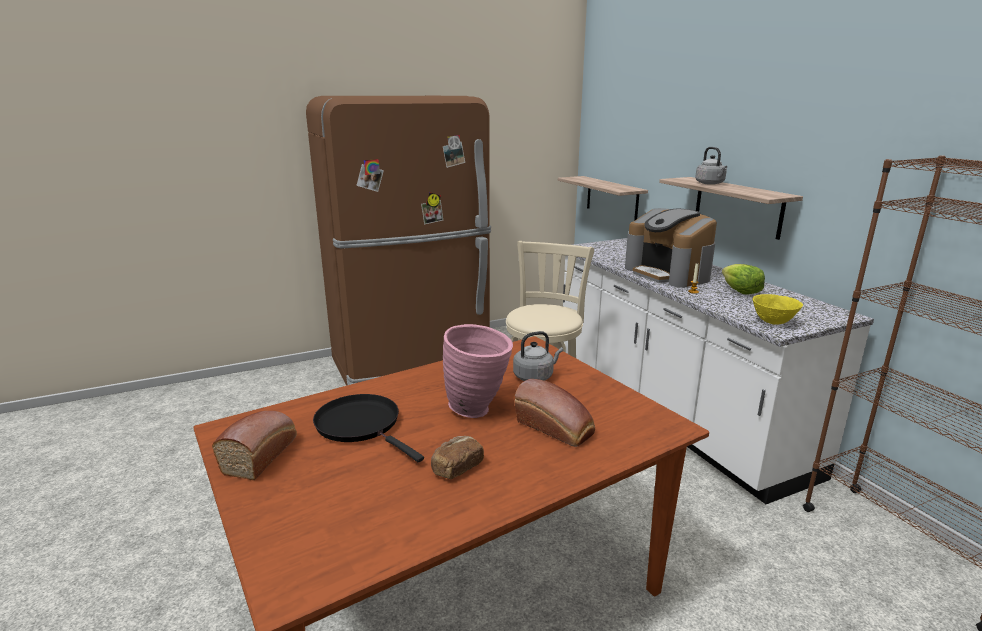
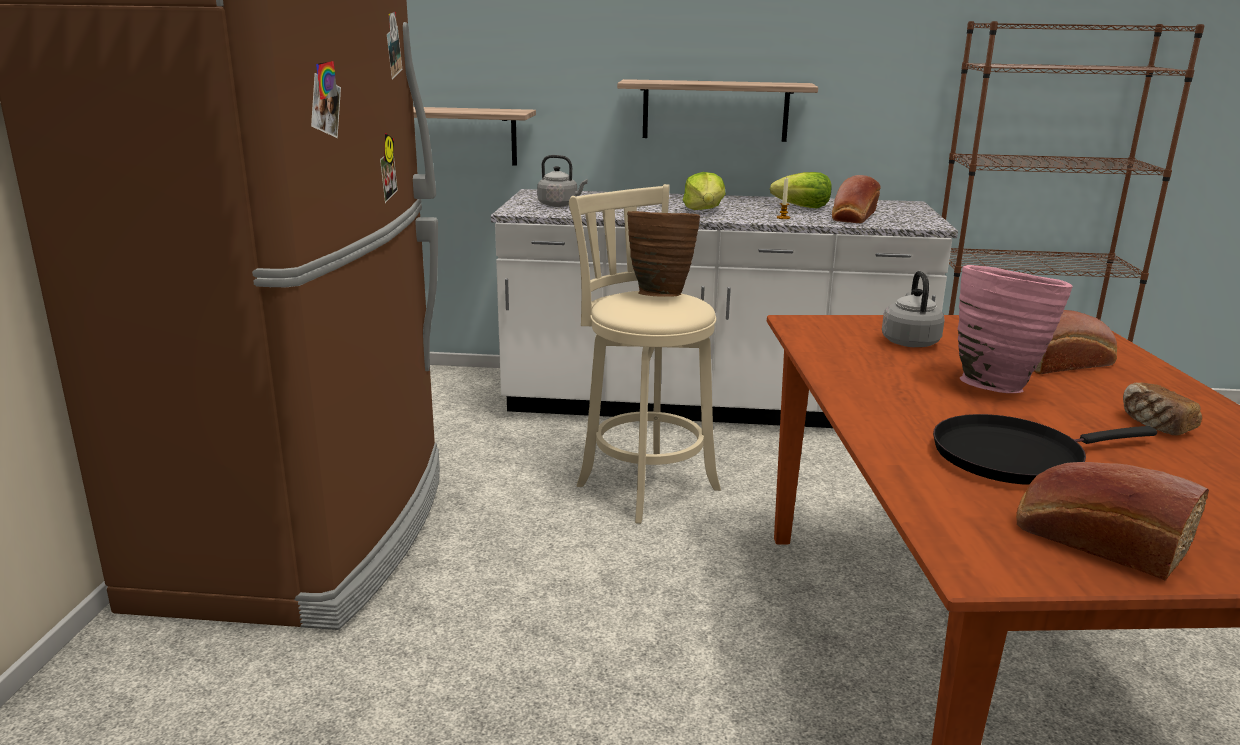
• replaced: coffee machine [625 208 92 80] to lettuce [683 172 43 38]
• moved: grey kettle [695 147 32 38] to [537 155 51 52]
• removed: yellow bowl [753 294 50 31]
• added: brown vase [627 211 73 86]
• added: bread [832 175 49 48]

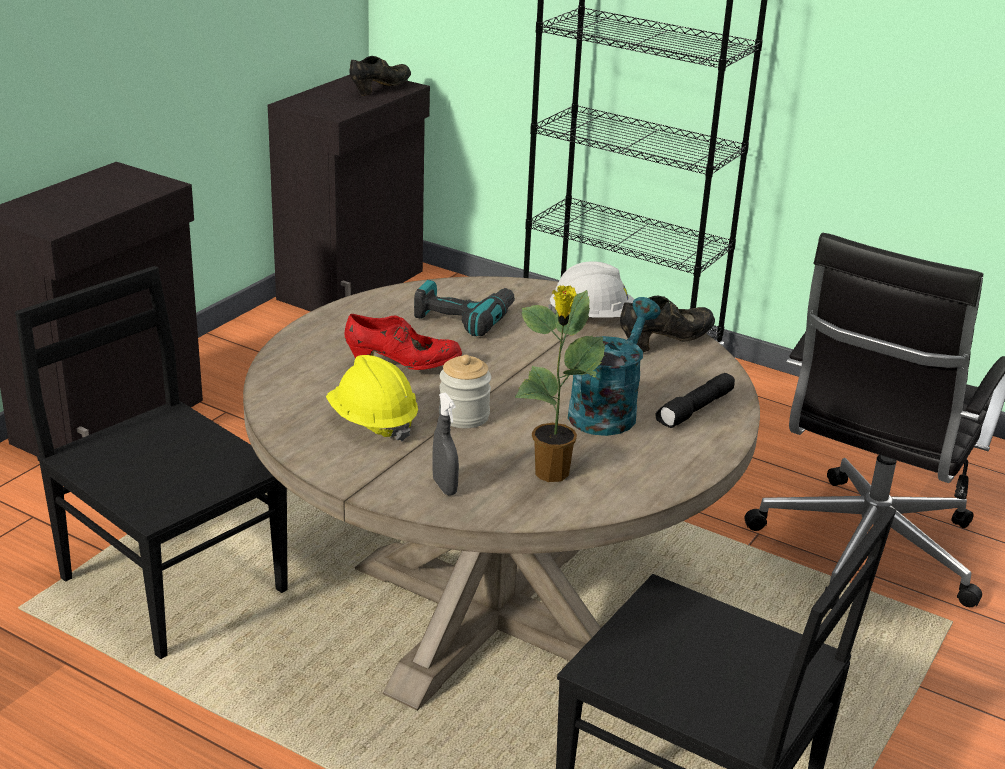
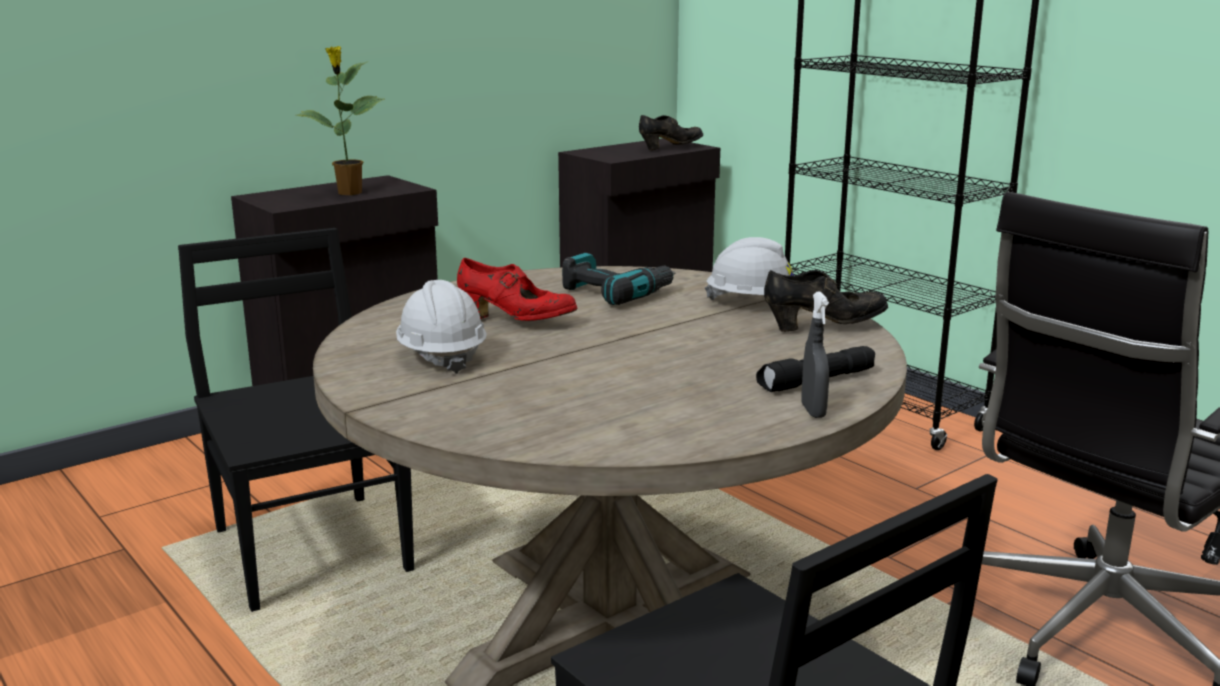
• recoloured: yellow hard hat [326 355 92 86] to white hard hat [396 280 91 94]
• moved: grey spray bottle [433 392 26 103] to [801 292 28 126]
• removed: jar [439 355 52 73]
• moved: potted plant [515 286 90 196] to [295 46 90 149]
• removed: turquoise watering can [568 297 93 139]

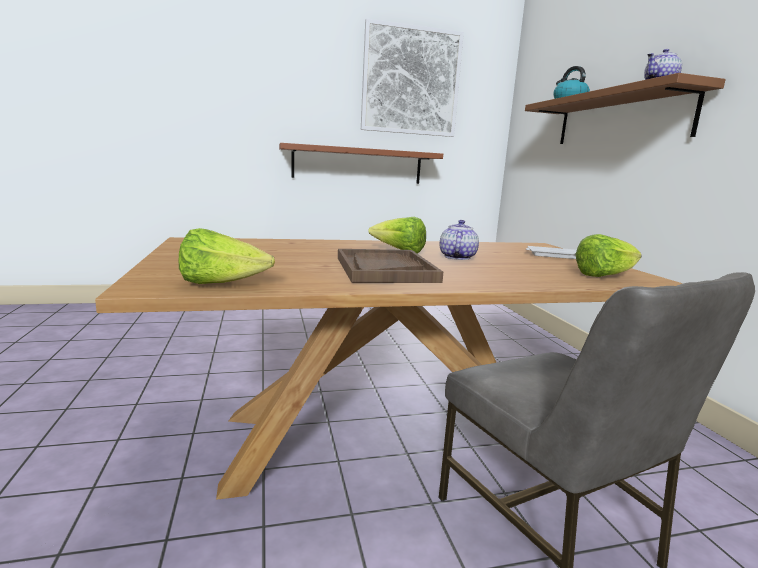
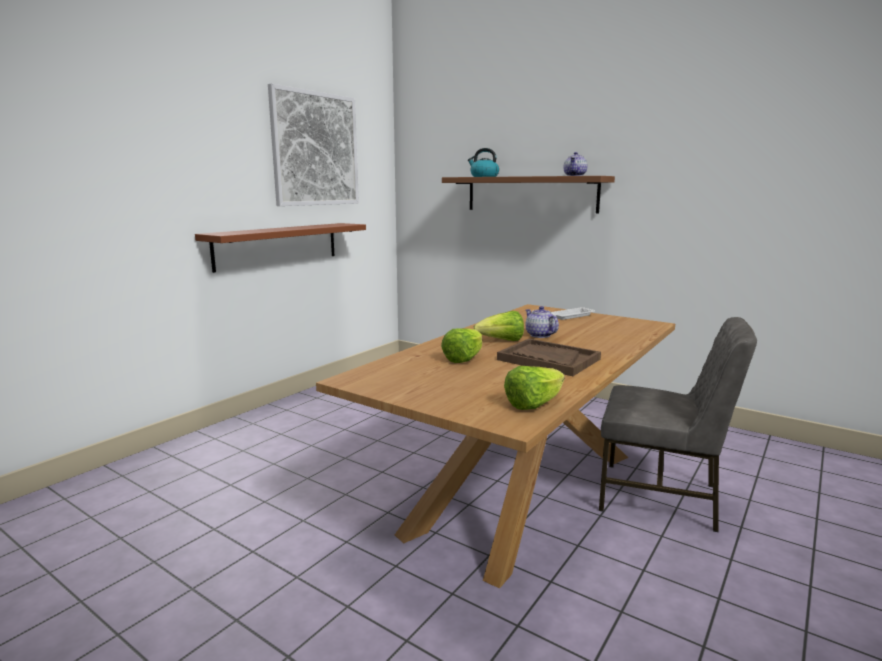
• moved: lettuce [576 234 66 43] to [441 328 41 35]

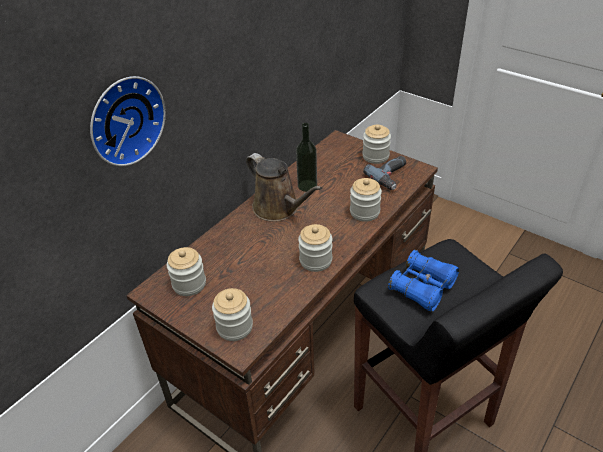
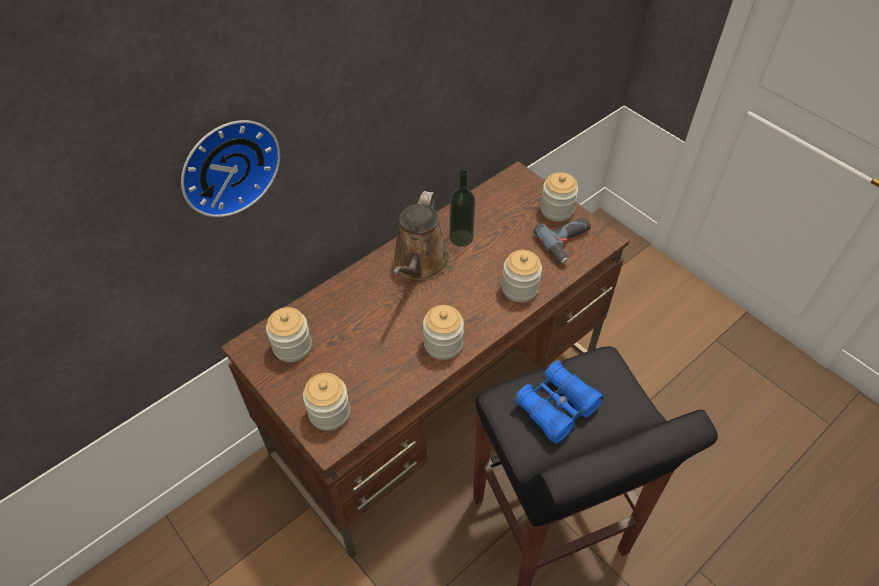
• turned: brown watering can [246 153 76 69] = [392 191 58 89] 45 degrees clockwise

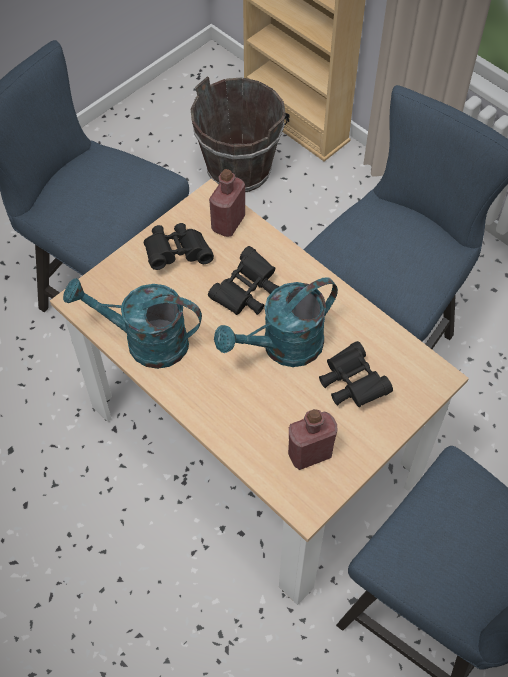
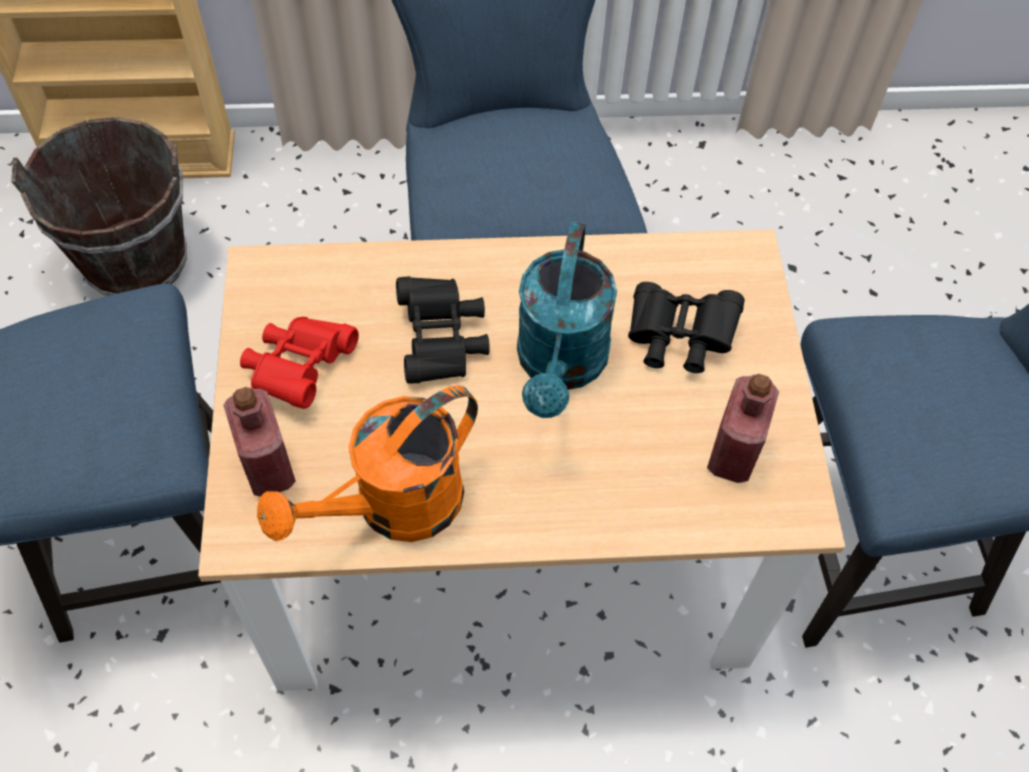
• recoloured: turquoise watering can [63 278 139 91] to orange watering can [257 385 221 157]
• recoloured: black binoculars [144 223 70 47] to red binoculars [240 317 119 92]
• moved: red bottle [209 169 36 68] to [223 387 73 110]

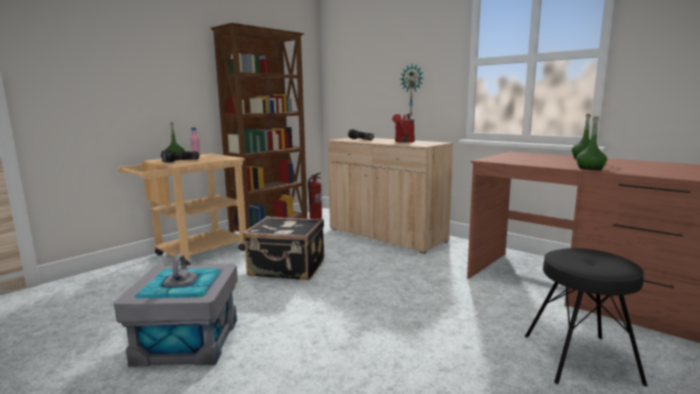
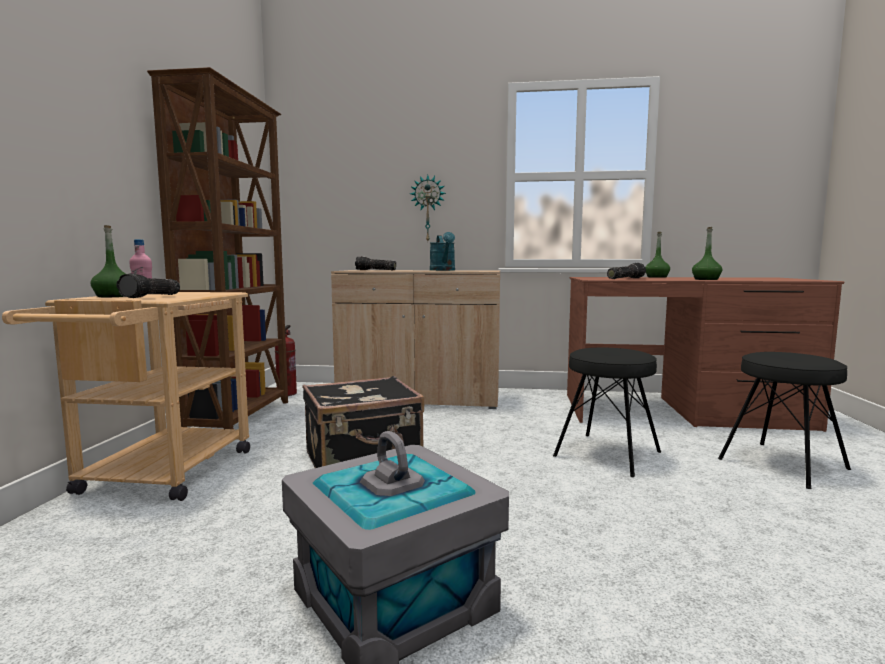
• recoloured: red watering can [392 114 23 29] to turquoise watering can [430 232 25 39]
• added: black stool [553 348 108 129]
• added: flashlight [607 263 39 16]

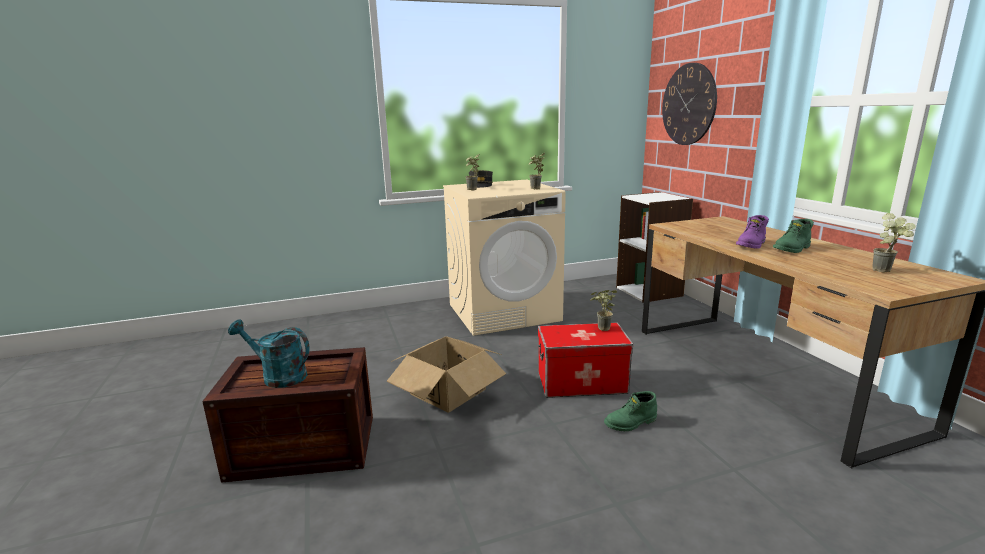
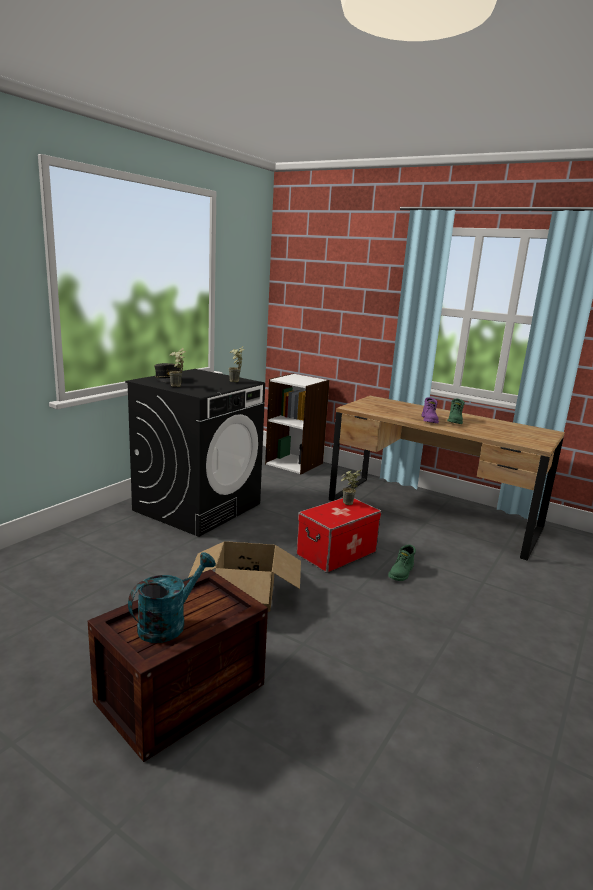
• turned: turquoise watering can [228 319 82 69] = [128 552 88 91] 150 degrees clockwise
• recoloured: beige washing machine [443 180 123 156] to black washing machine [125 369 140 168]
• removed: wall clock [662 63 55 82]
• removed: potted plant [872 213 43 59]

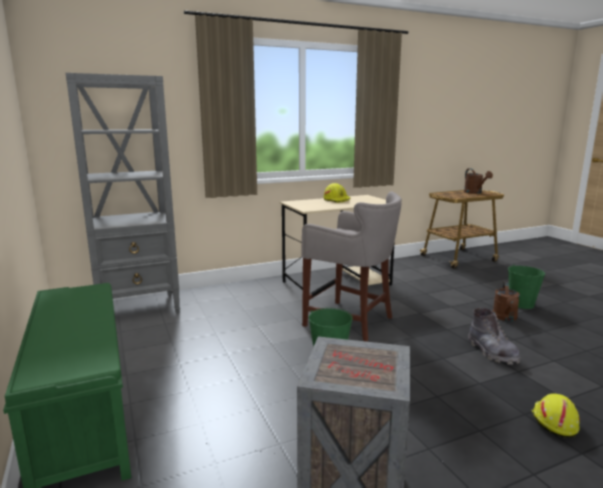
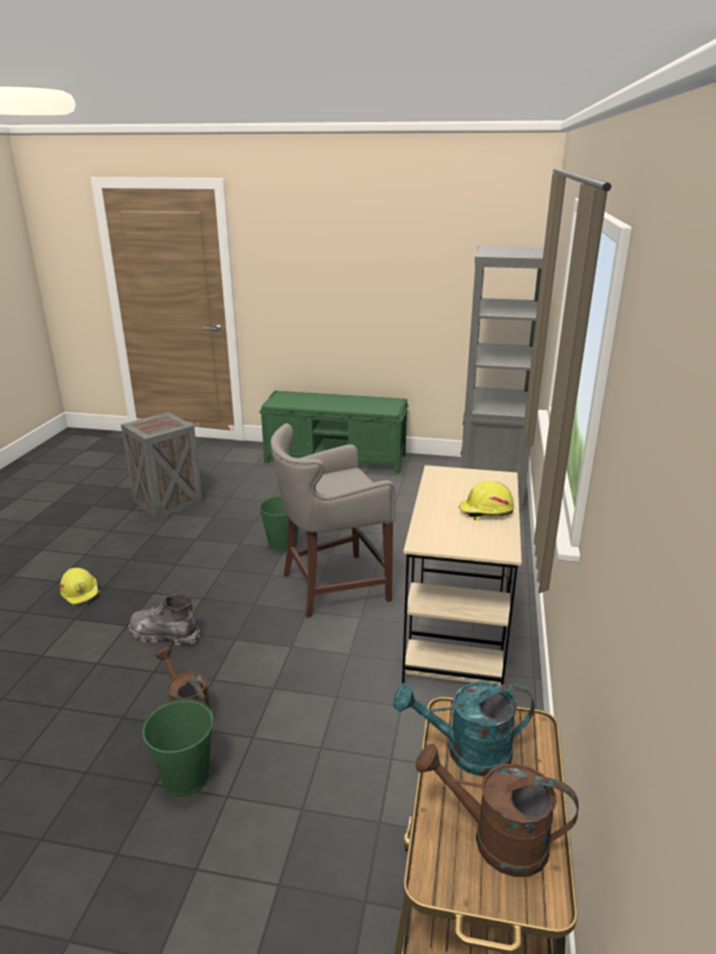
• added: turquoise watering can [393 682 142 94]

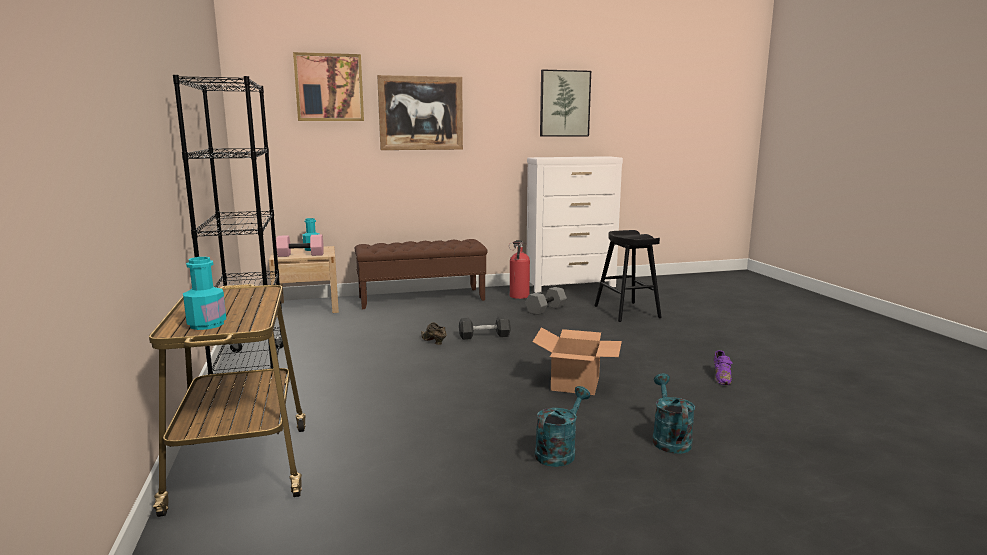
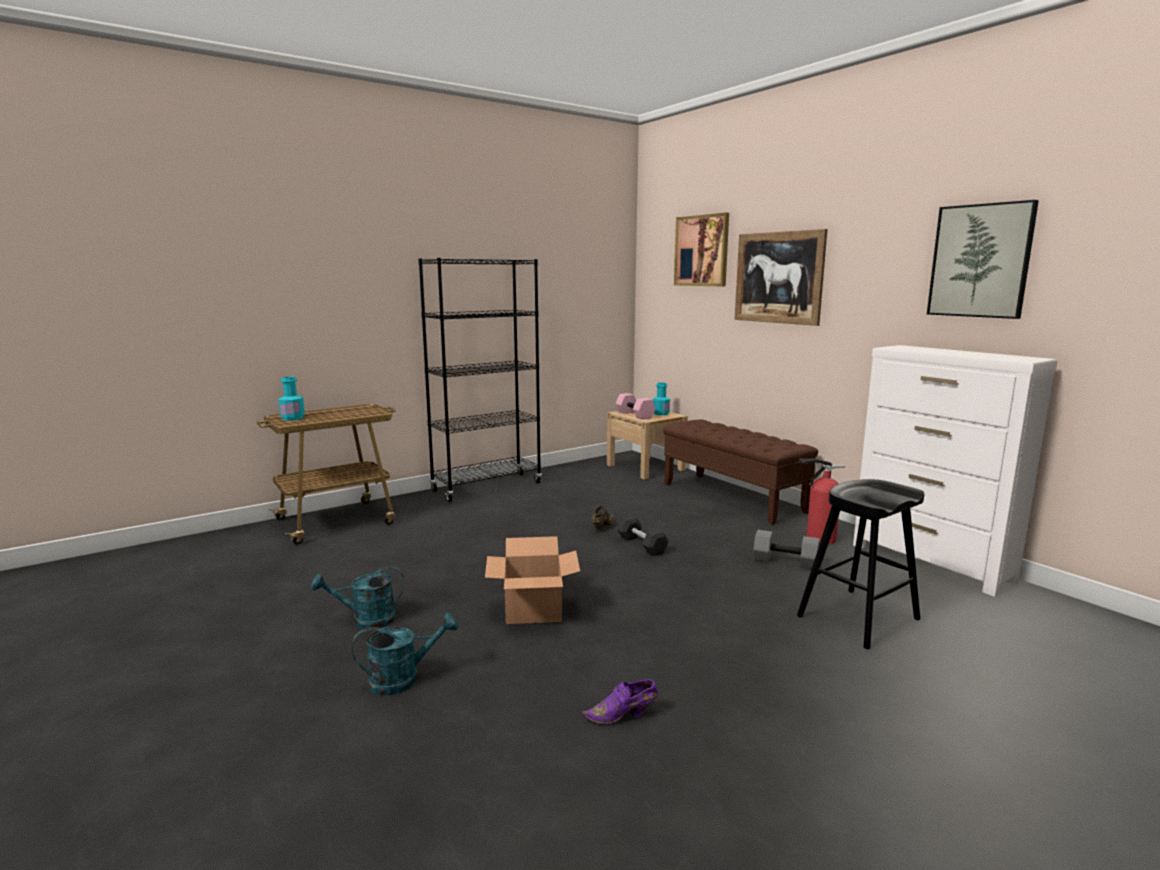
• turned: turquoise watering can [535 386 55 81] = [311 567 93 62] 150 degrees clockwise

